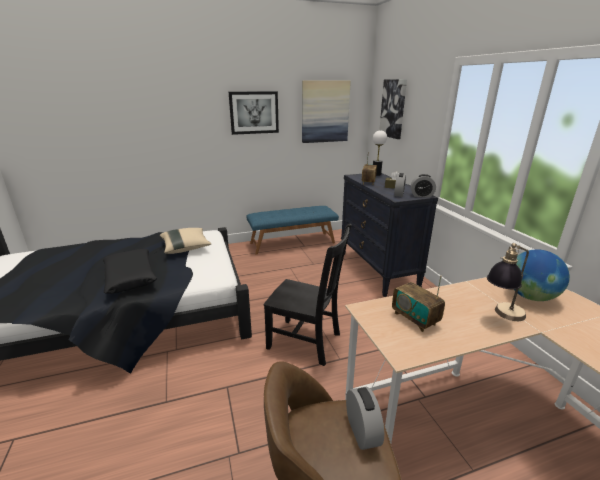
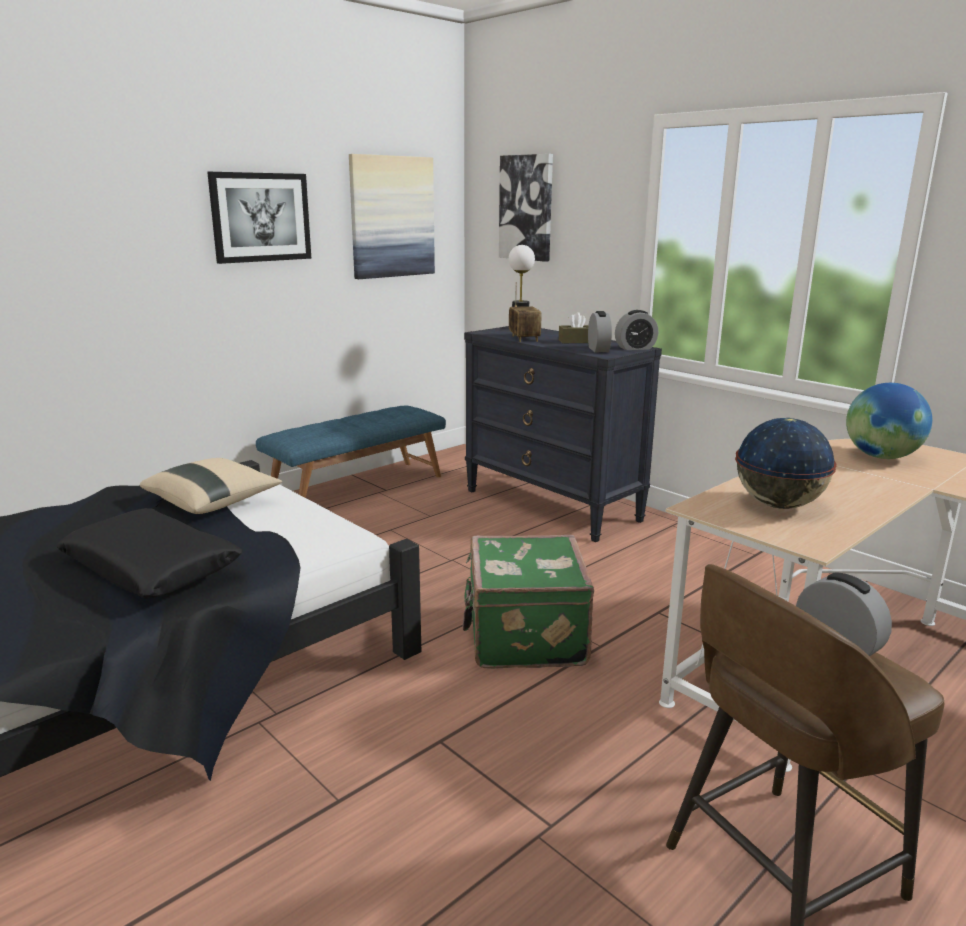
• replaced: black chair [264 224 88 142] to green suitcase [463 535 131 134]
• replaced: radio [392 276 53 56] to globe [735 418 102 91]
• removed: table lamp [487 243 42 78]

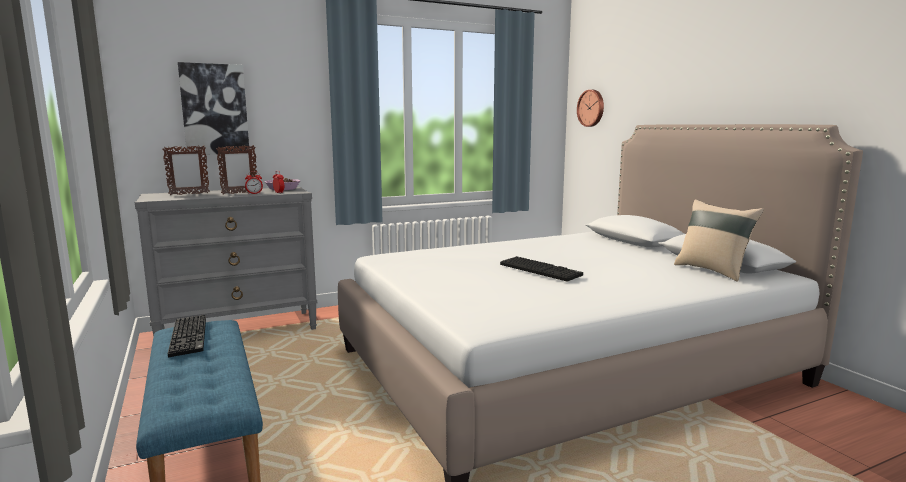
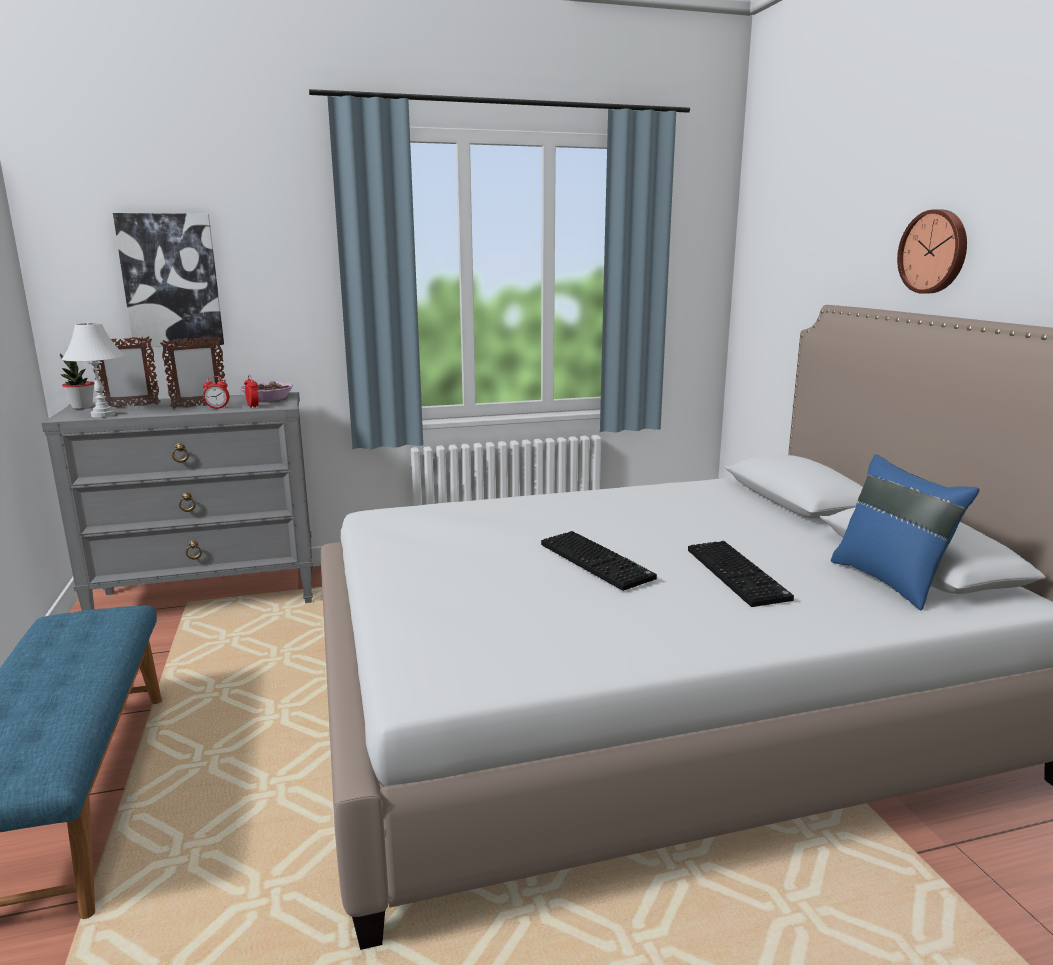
• moved: keyboard [168 315 38 42] to [688 541 106 66]
• moved: wall clock [577 89 27 38] to [897 209 70 85]
• recoloured: beige pillow [674 199 90 83] to blue pillow [831 454 149 156]
• added: potted plant [60 354 34 55]
• added: white table lamp [62 323 63 95]

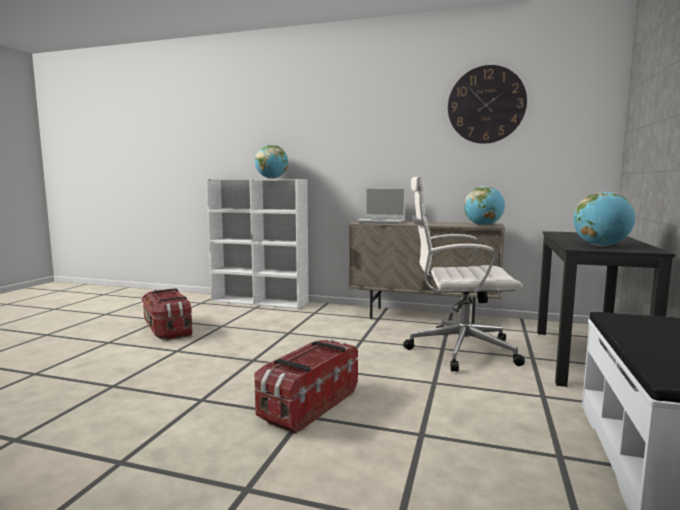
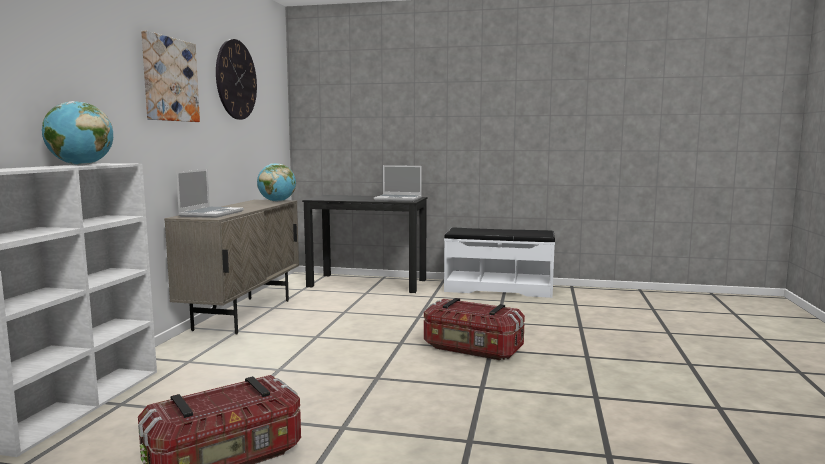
• removed: white office chair [403 177 122 195]
• replaced: globe [573 192 62 55] to laptop [374 165 48 36]
• added: picture [141 31 59 91]

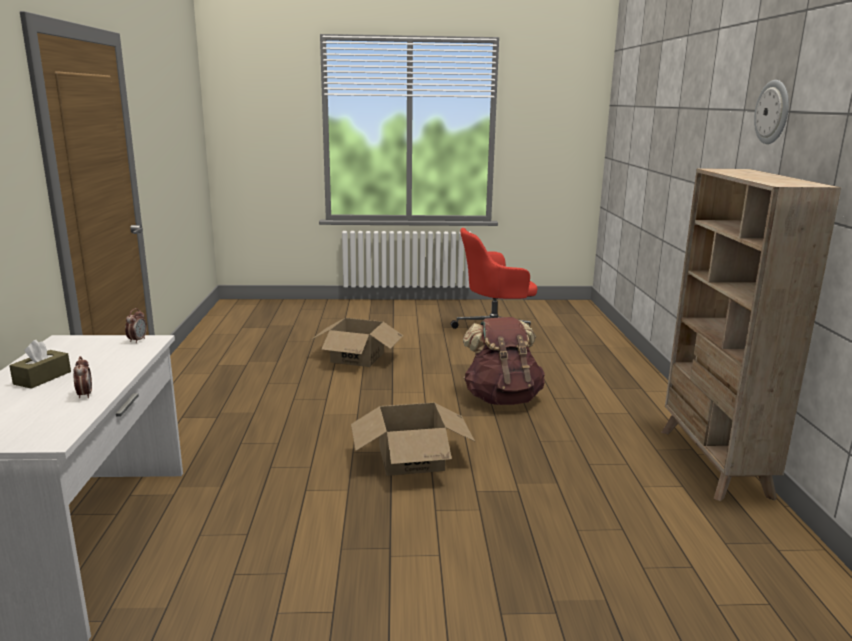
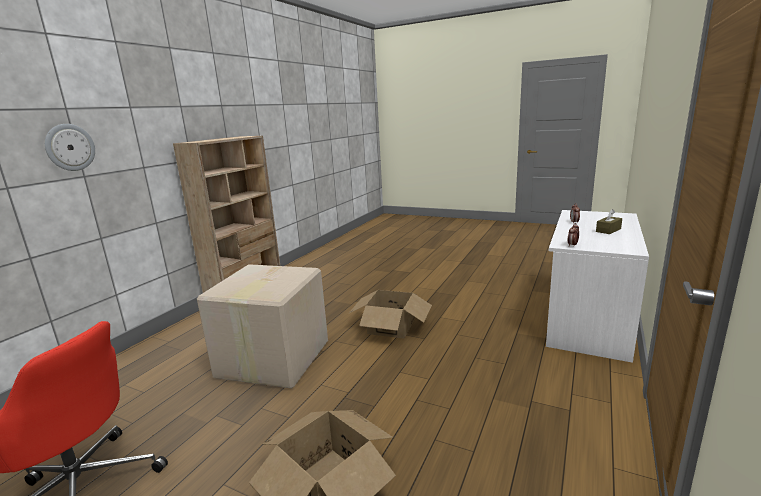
• replaced: brown backpack [463 317 82 88] to cardboard box [197 264 131 125]
• moved: wall clock [754 80 35 64] to [45 124 50 47]

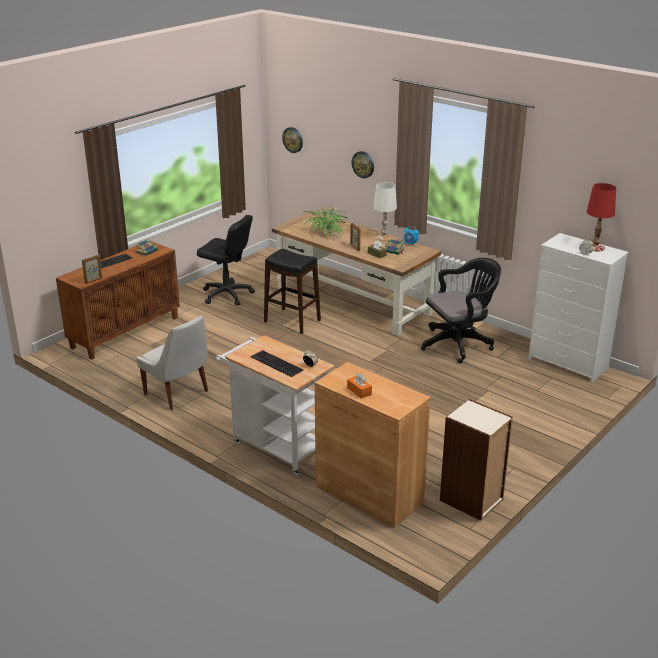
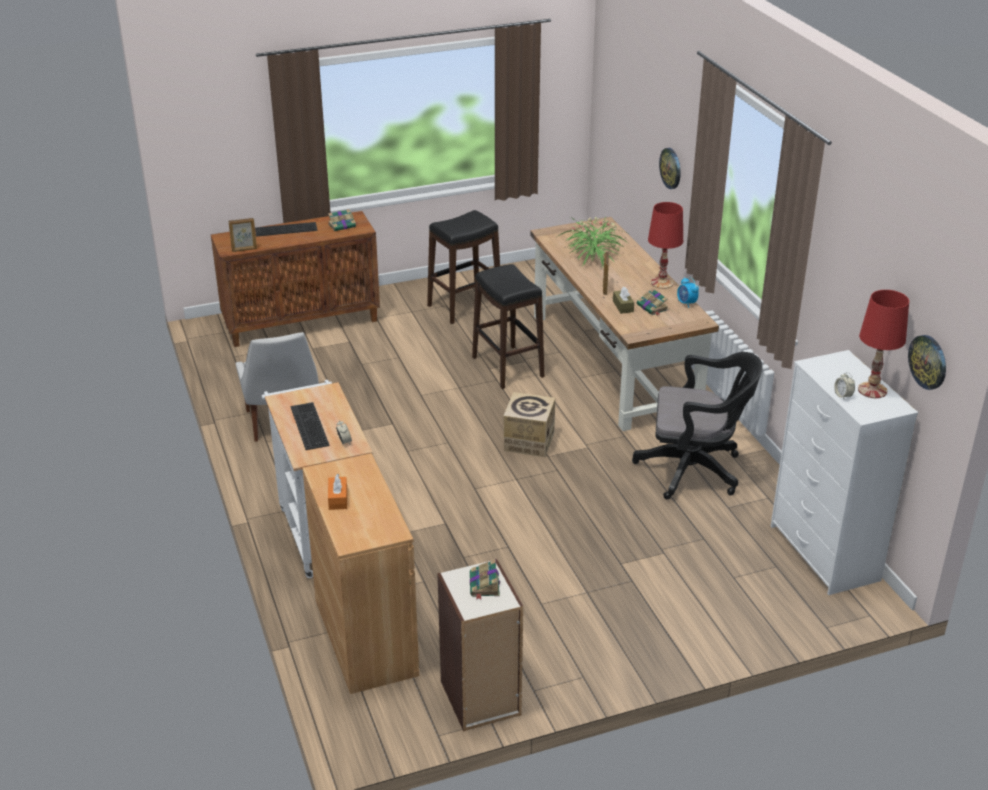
• replaced: black office chair [197 215 58 91] to black stool [427 210 73 114]
• moved: wall clock [282 127 21 26] to [908 335 38 55]
• recoloured: white table lamp [373 182 24 59] to red table lamp [648 202 35 87]
• added: book [470 559 30 40]
• added: cardboard box [503 392 52 65]

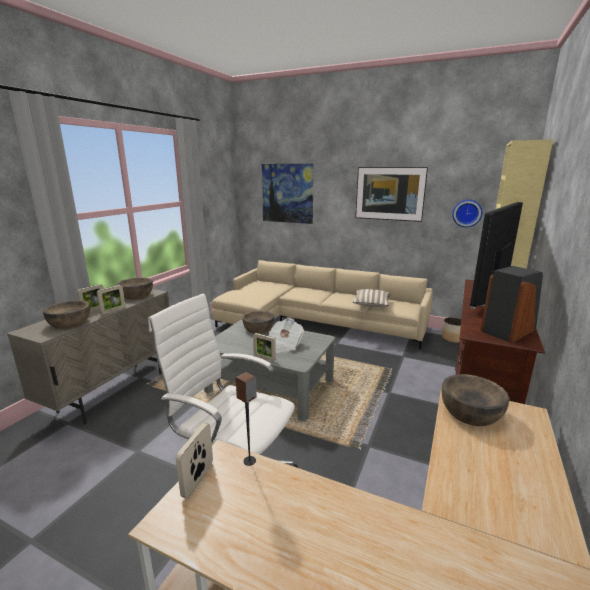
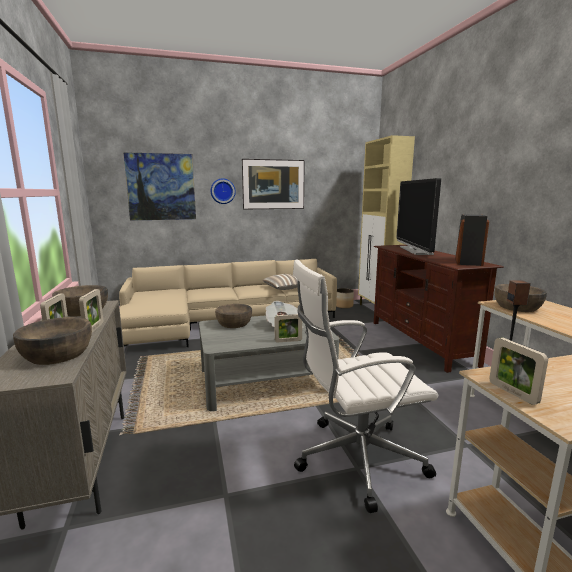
• moved: wall clock [452 200 31 27] to [211 178 25 26]

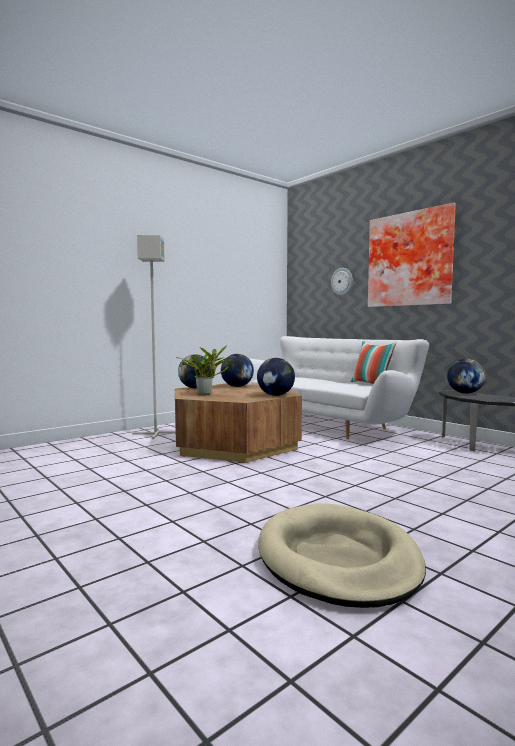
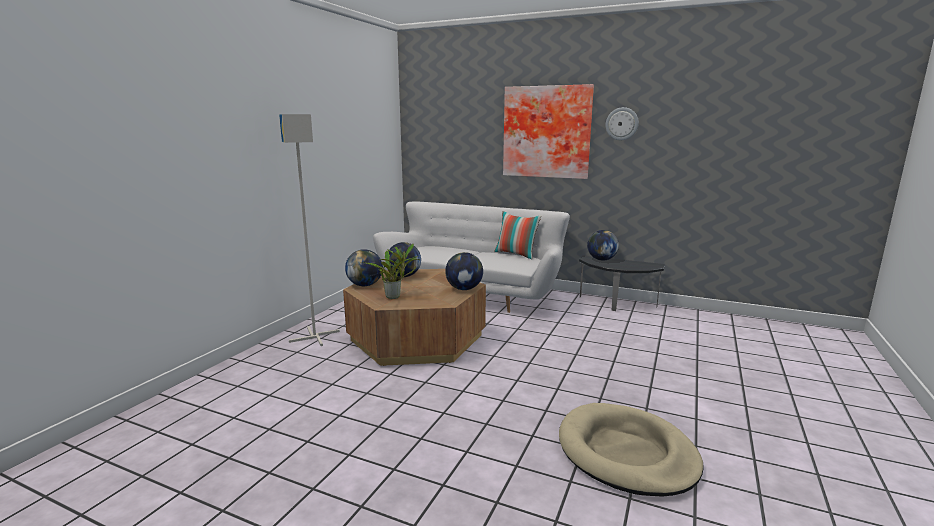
• moved: wall clock [331 268 22 27] to [606 107 33 33]

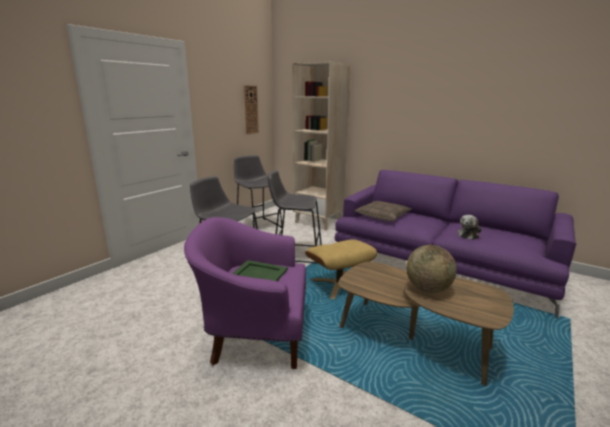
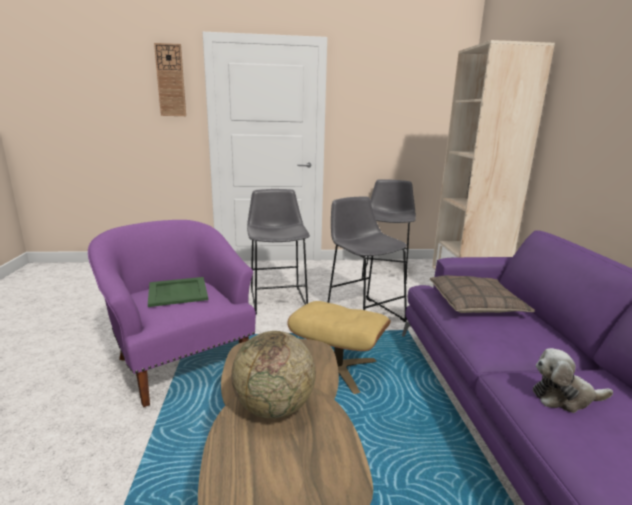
• moved: wall clock [244 85 15 49] to [154 43 32 73]

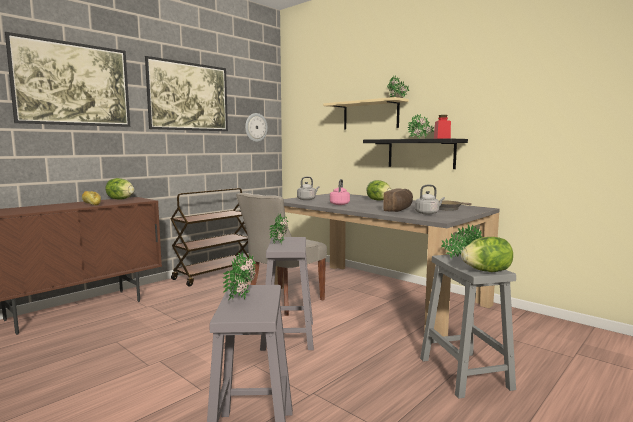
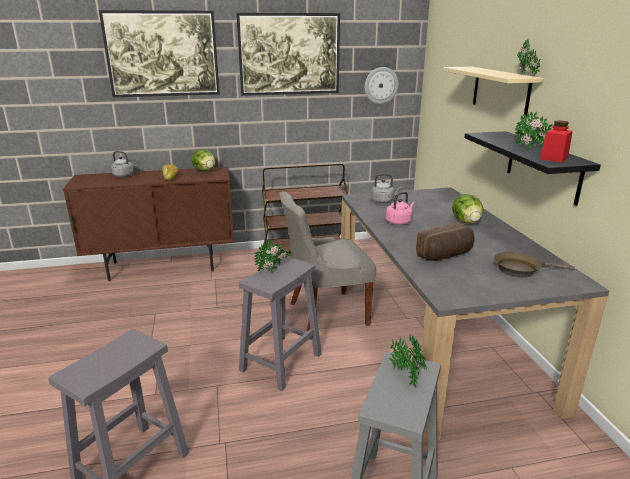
• removed: potted plant [223 251 33 49]
• moved: grey kettle [415 185 30 30] to [111 151 25 26]
• removed: lettuce [461 237 52 35]

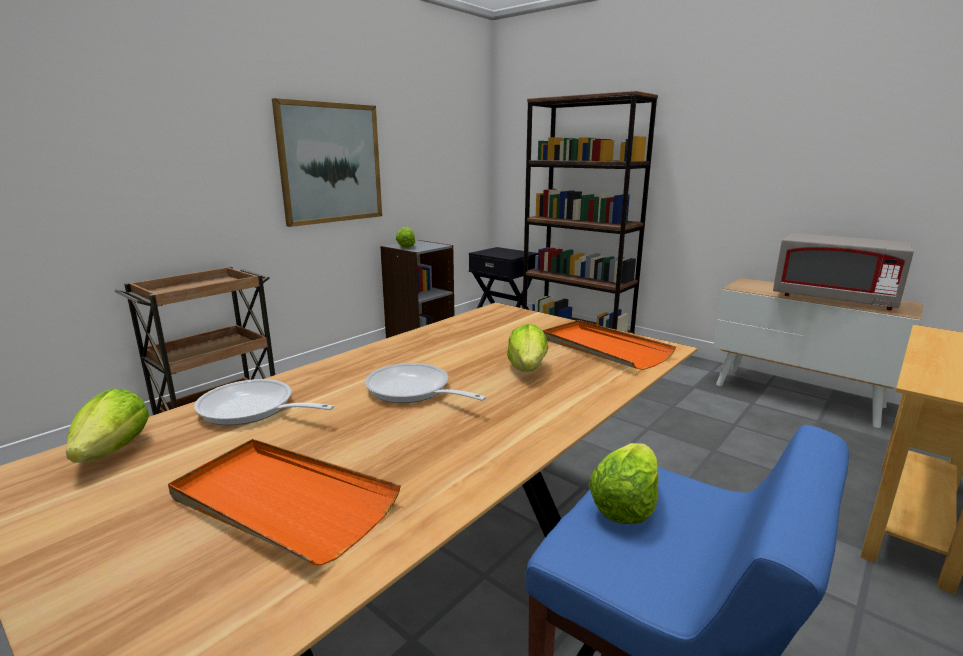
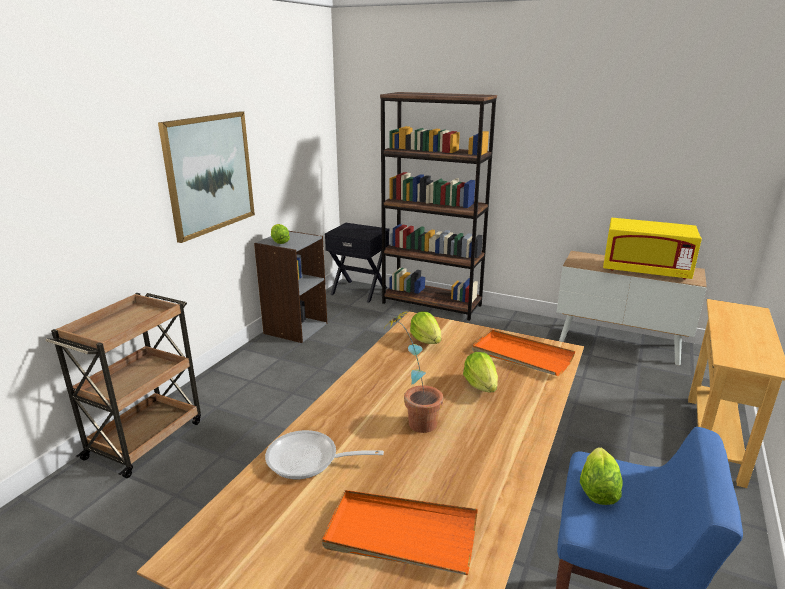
• moved: lettuce [66 388 83 75] to [410 312 31 32]
• replaced: frying pan [365 363 121 40] to potted plant [382 311 61 122]
• recoloured: grey microwave [773 233 141 77] to yellow microwave [603 218 99 61]

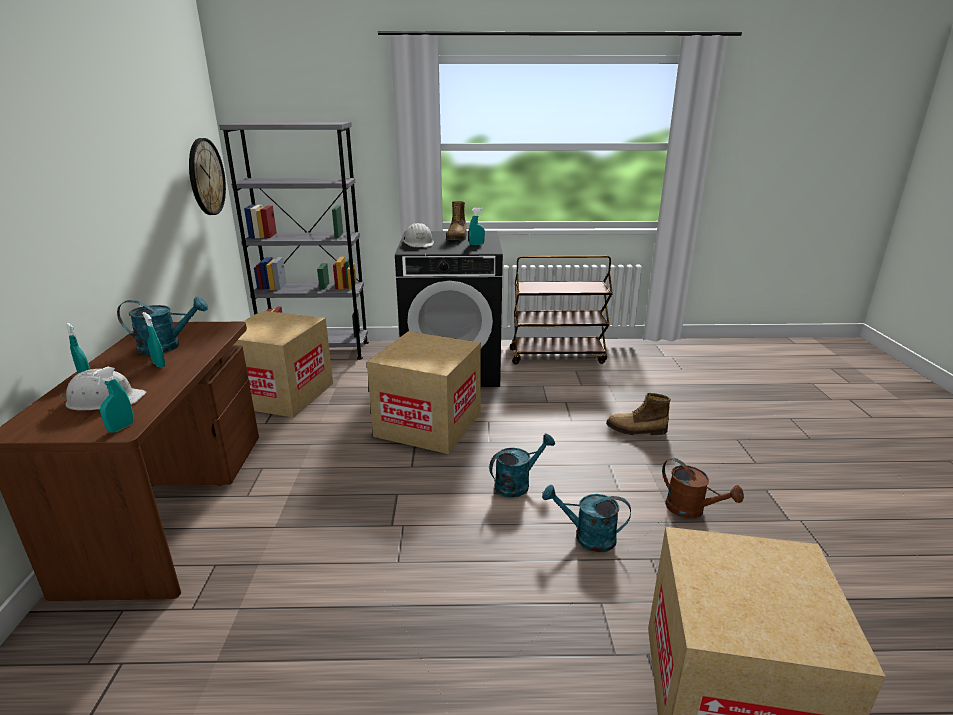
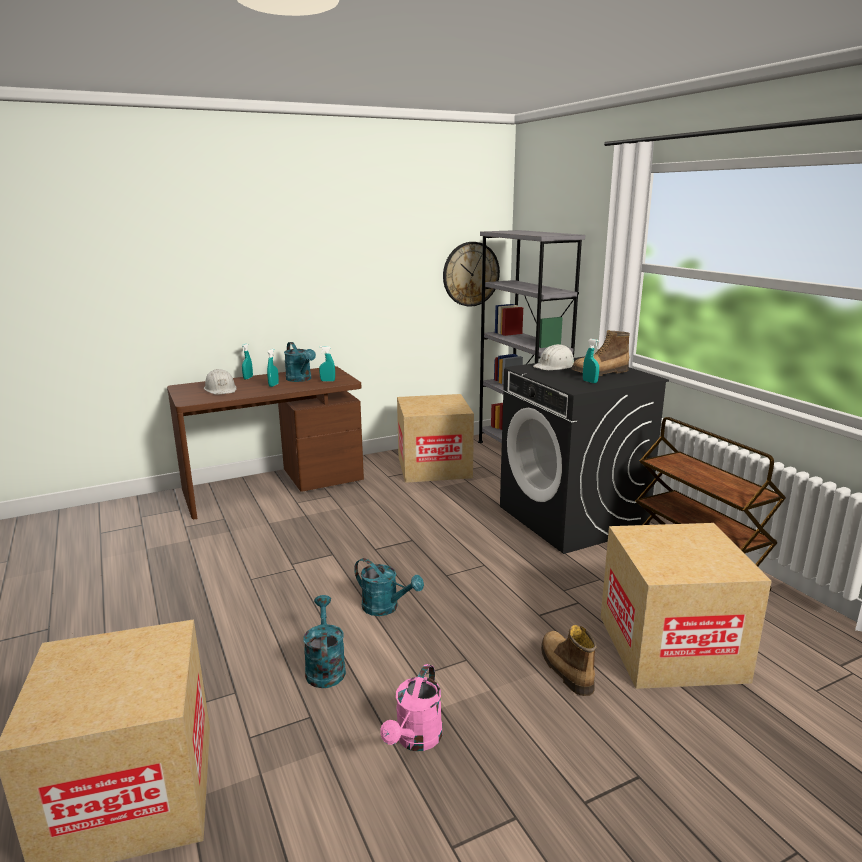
• moved: turquoise spray bottle [92 366 42 67] to [319 346 16 36]
• moved: cardboard box [367 331 114 123] to [601 523 171 166]
• recoloured: brown watering can [662 458 82 60] to pink watering can [380 664 62 87]

